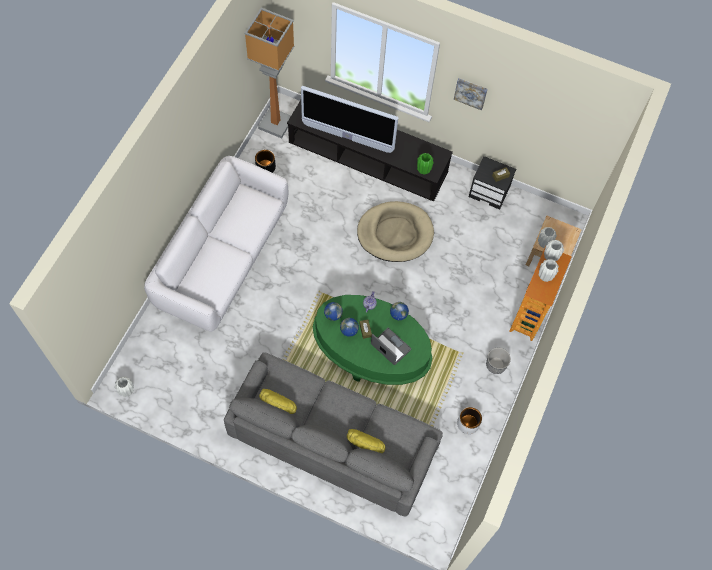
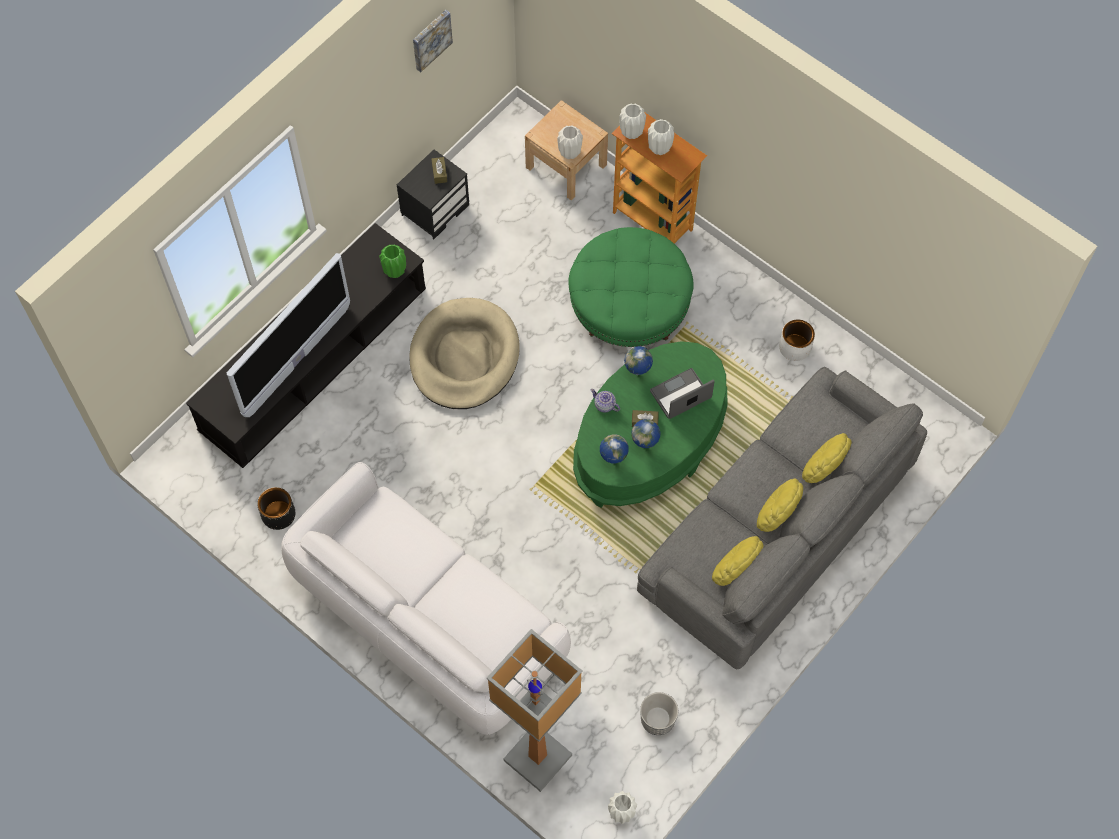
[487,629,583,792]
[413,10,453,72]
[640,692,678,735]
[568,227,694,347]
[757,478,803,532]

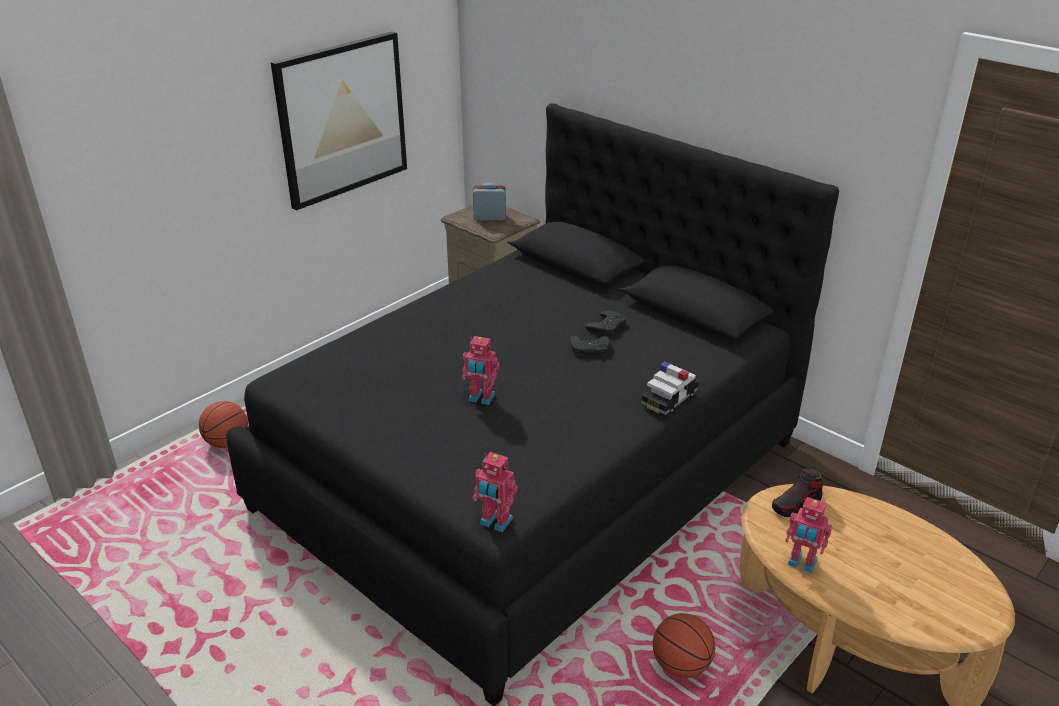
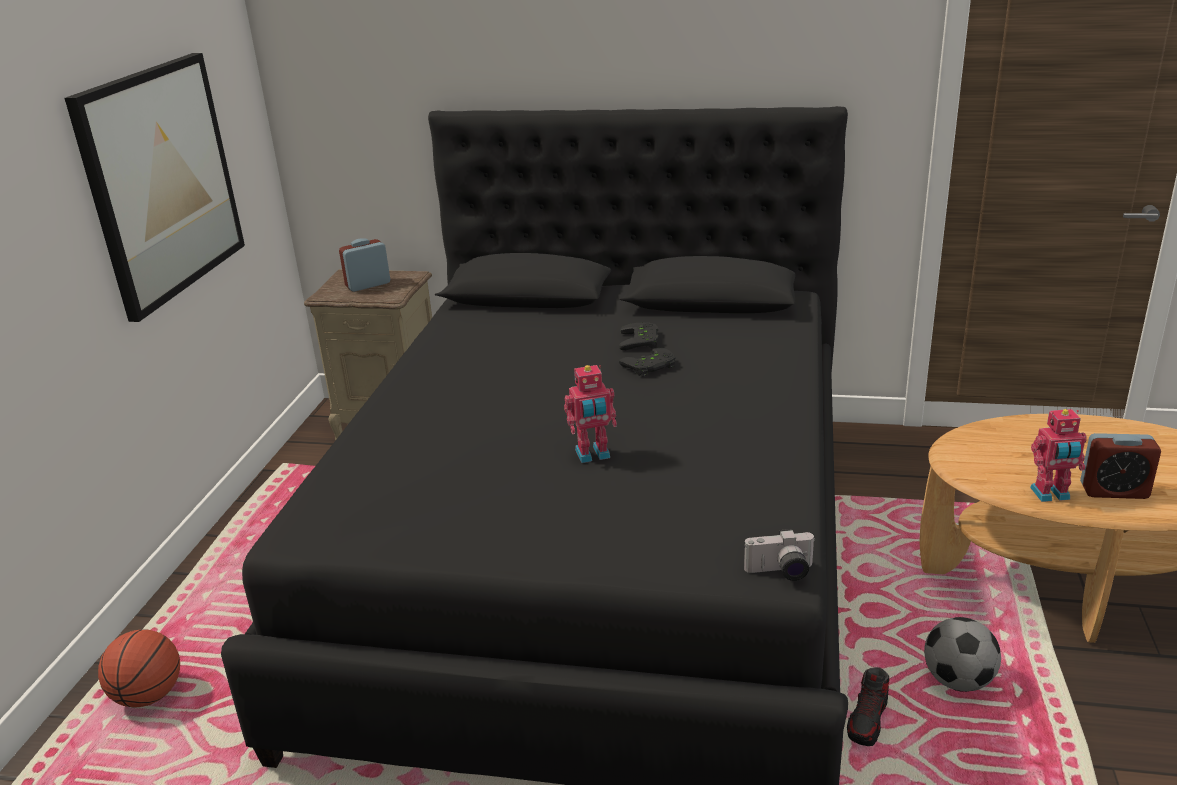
[642,362,699,415] (first image)
[744,529,816,581]
[847,667,889,746]
[924,617,1001,692]
[1080,433,1161,499]

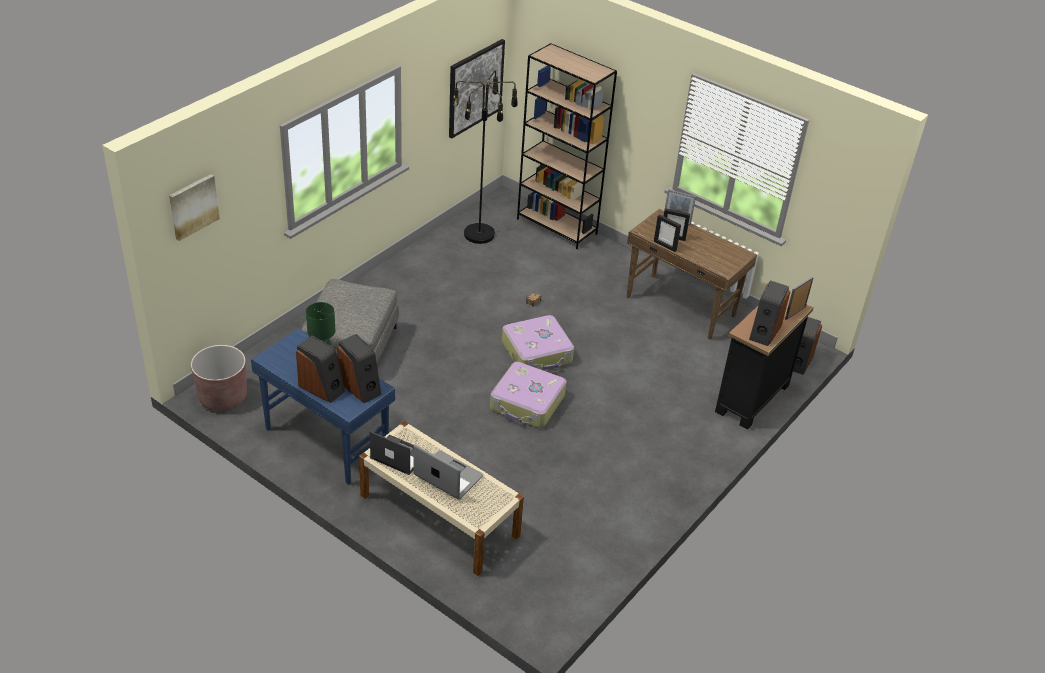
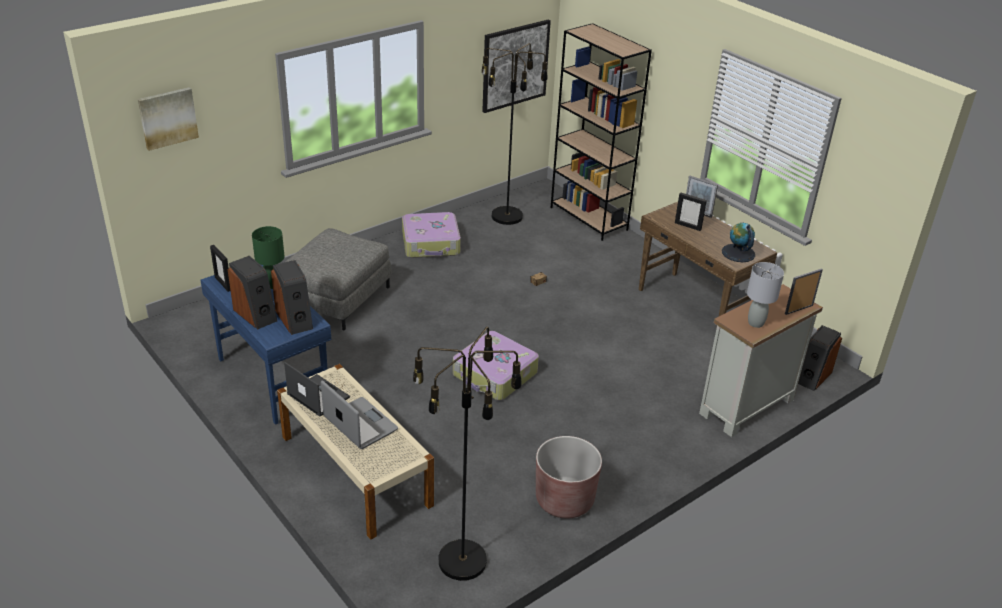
[210,245,231,292]
[747,262,784,328]
[699,284,823,437]
[402,212,461,258]
[536,436,602,518]
[722,223,755,262]
[413,326,521,581]

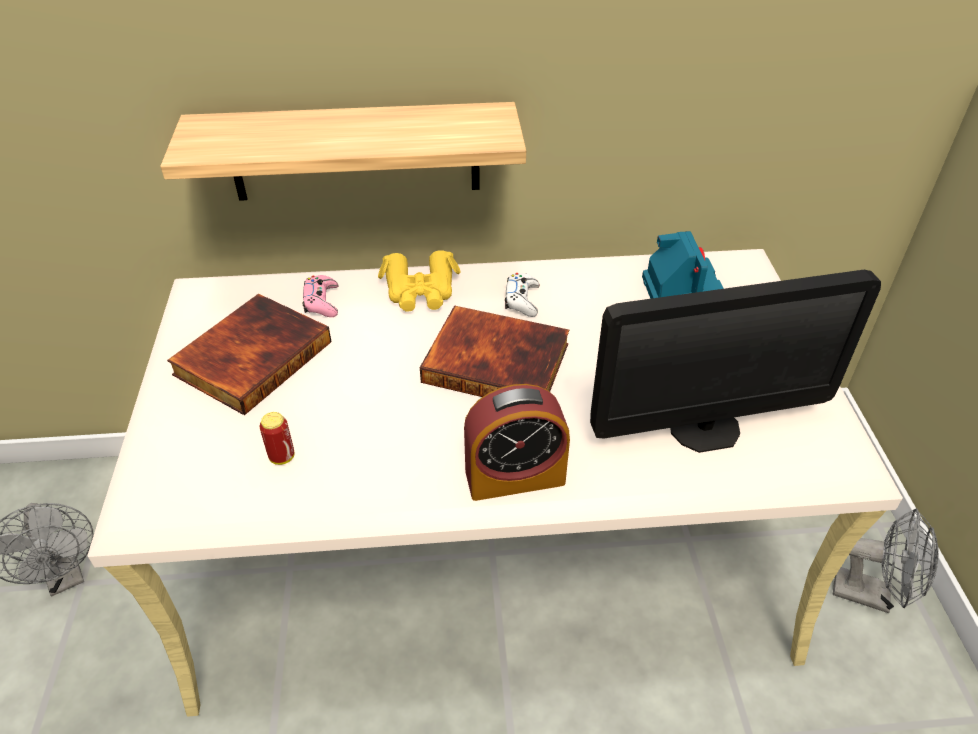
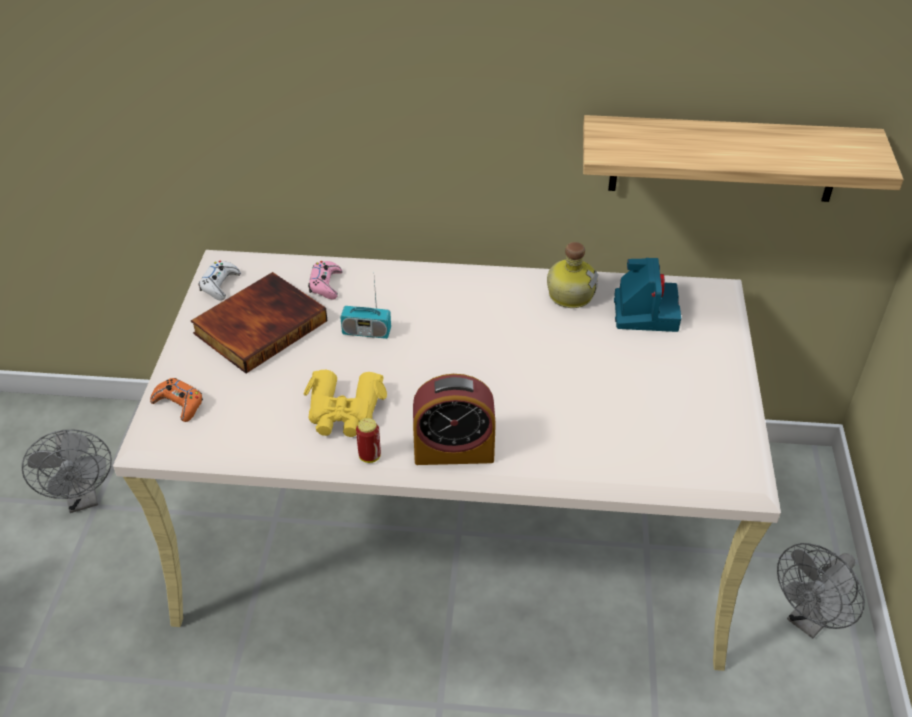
[583,115,904,202]
[304,370,387,437]
[590,270,881,453] (first image)
[198,261,241,301]
[420,305,569,397] (first image)
[356,418,381,463]
[777,543,865,638]
[547,242,598,308]
[340,280,391,339]
[150,378,203,422]

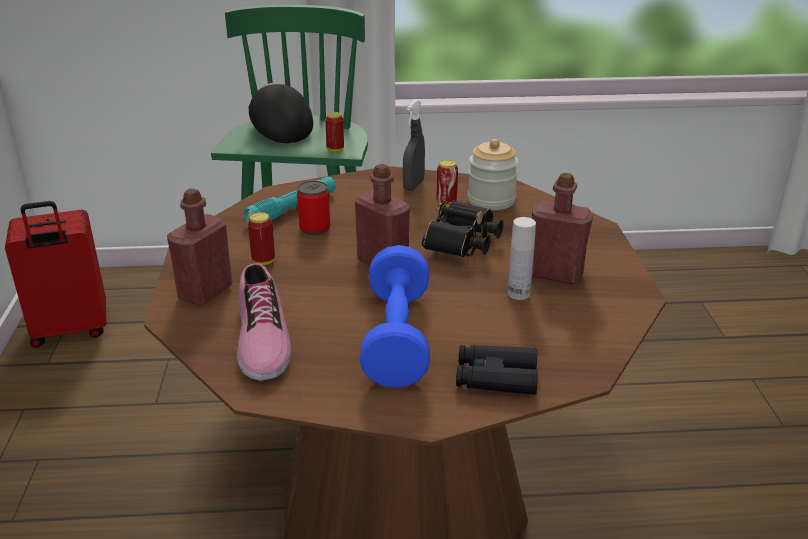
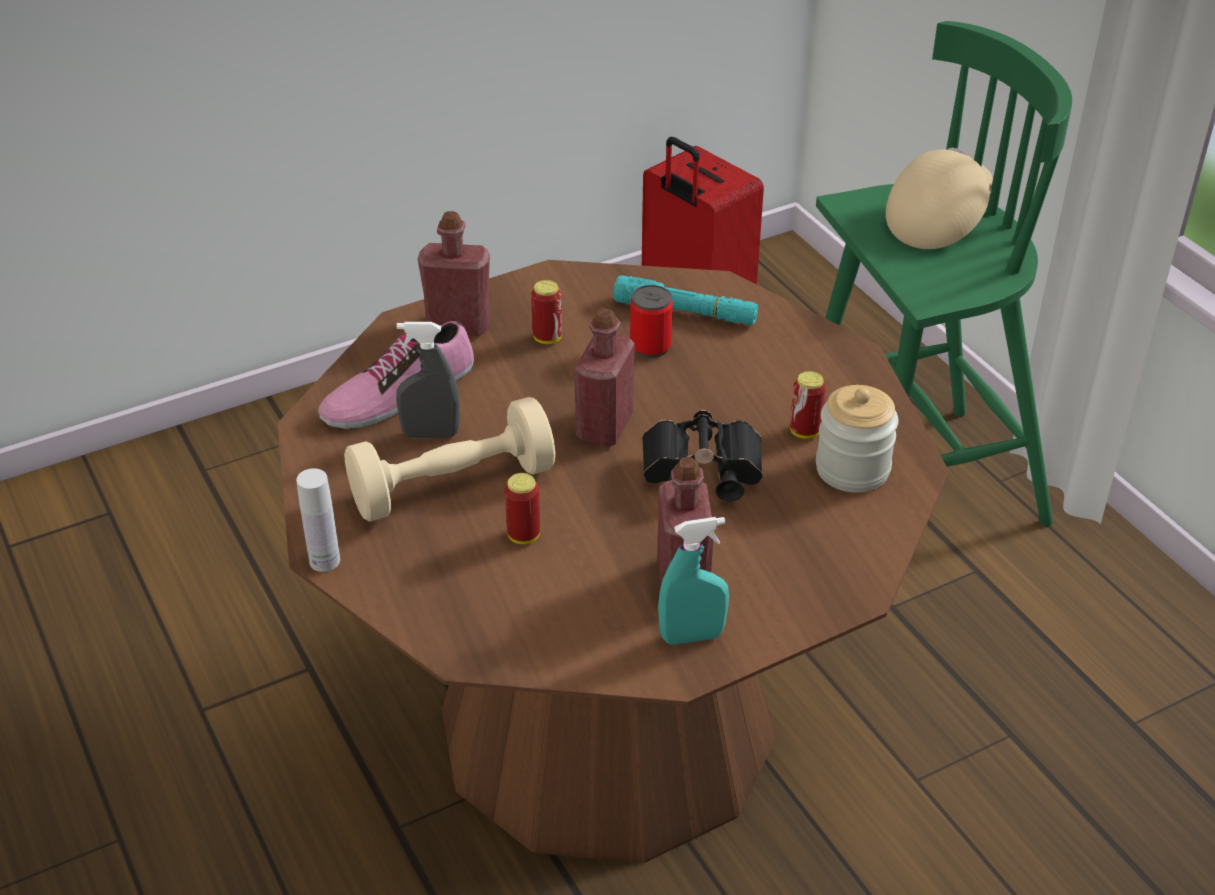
[886,147,993,249]
[396,322,460,438]
[505,473,540,544]
[296,468,340,572]
[344,397,556,522]
[456,345,538,395] (first image)
[658,517,729,645]

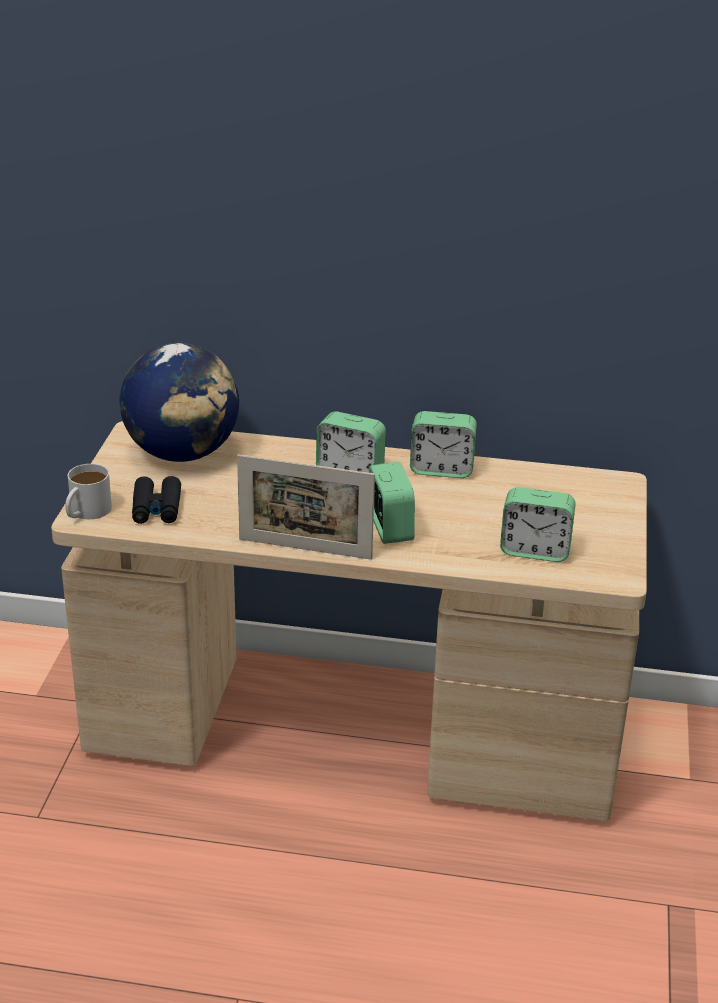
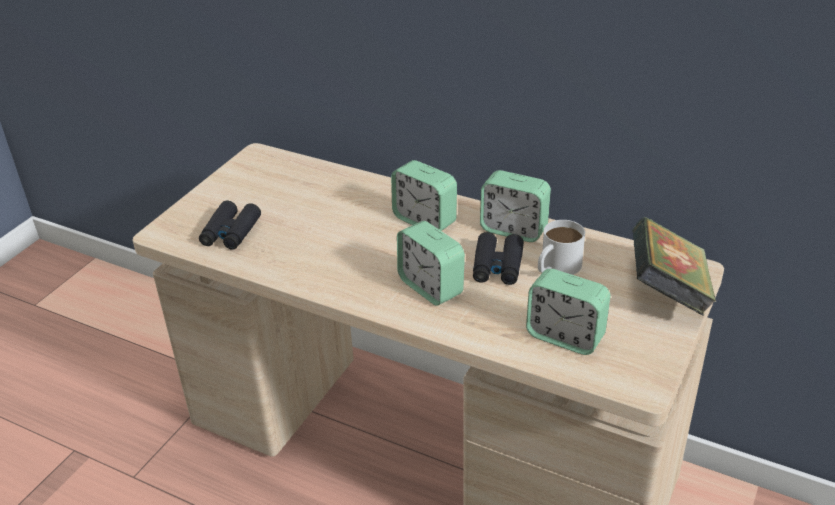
[120,343,239,462] (first image)
[237,454,375,560] (first image)
[397,221,465,306]
[538,220,585,275]
[632,217,717,316]
[473,232,524,285]

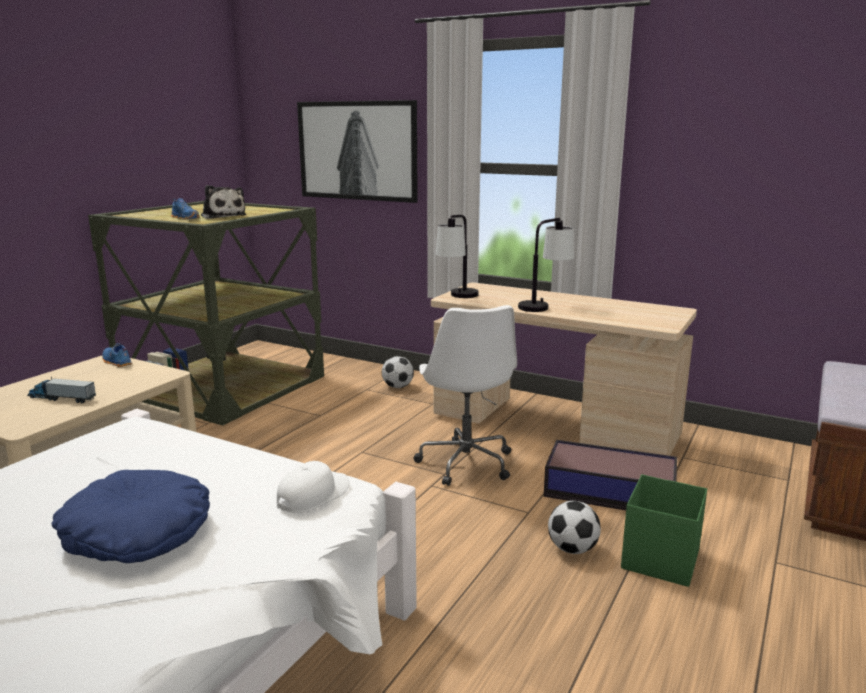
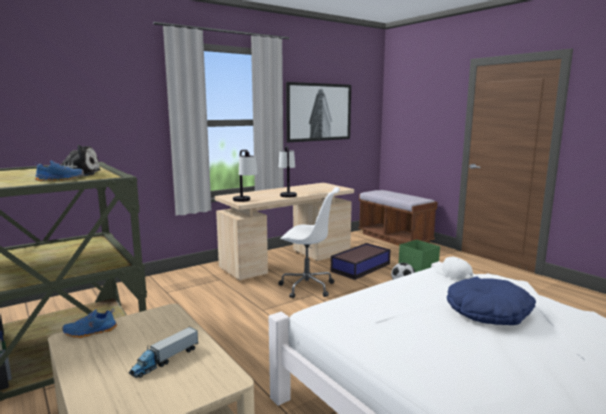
[286,82,351,142]
[382,356,414,388] (first image)

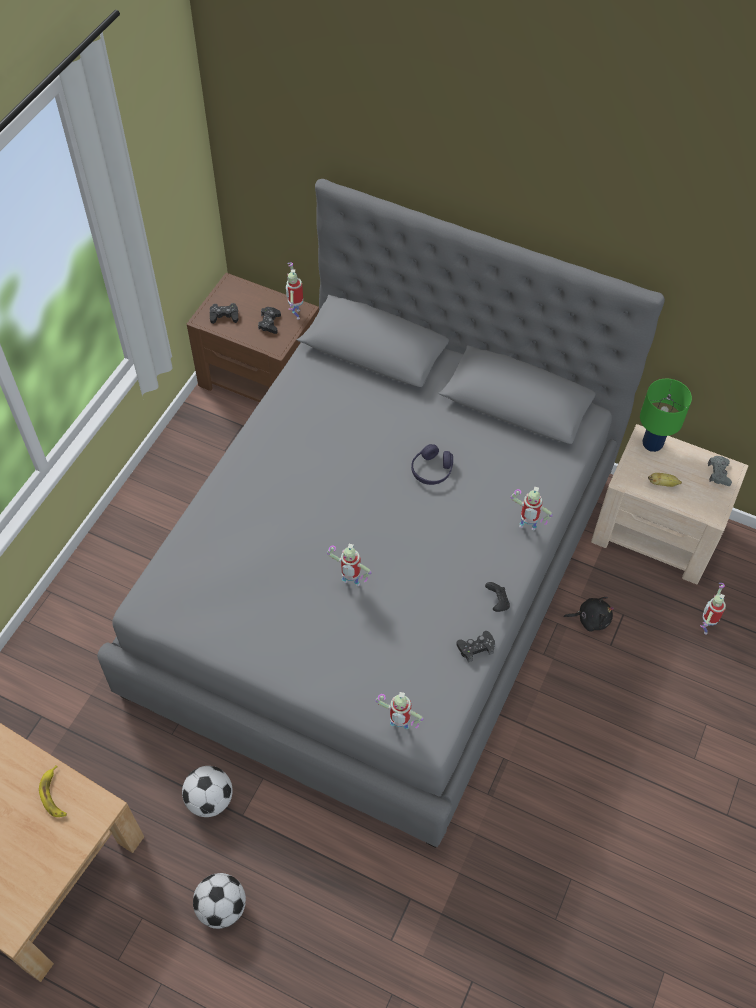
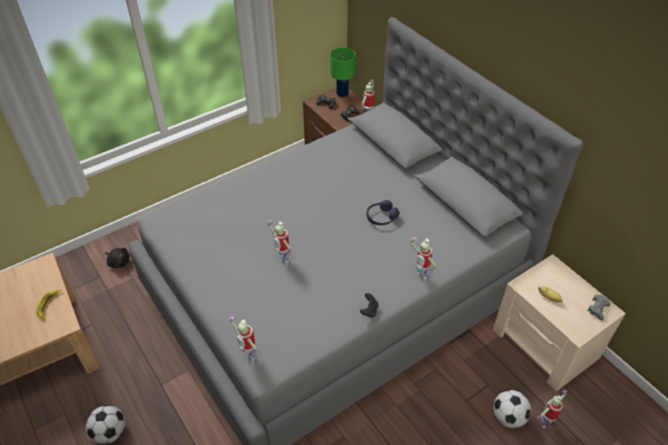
[330,48,356,97]
[105,248,130,268]
[456,631,495,662] (first image)
[493,390,531,428]

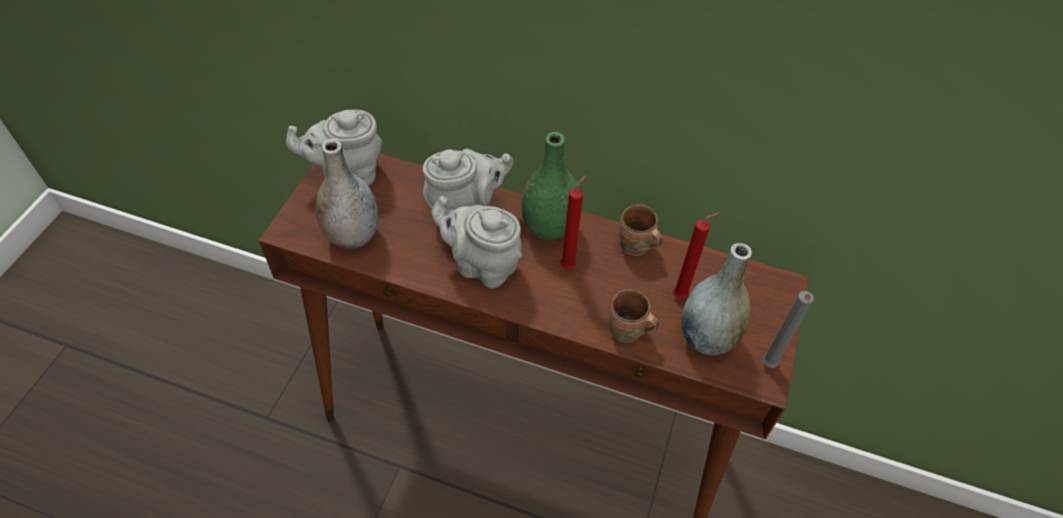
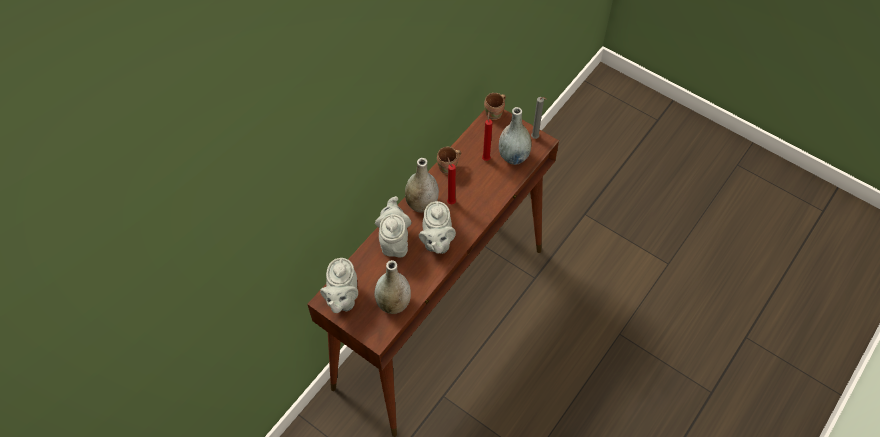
[405,158,439,213]
[419,201,456,254]
[484,93,506,120]

